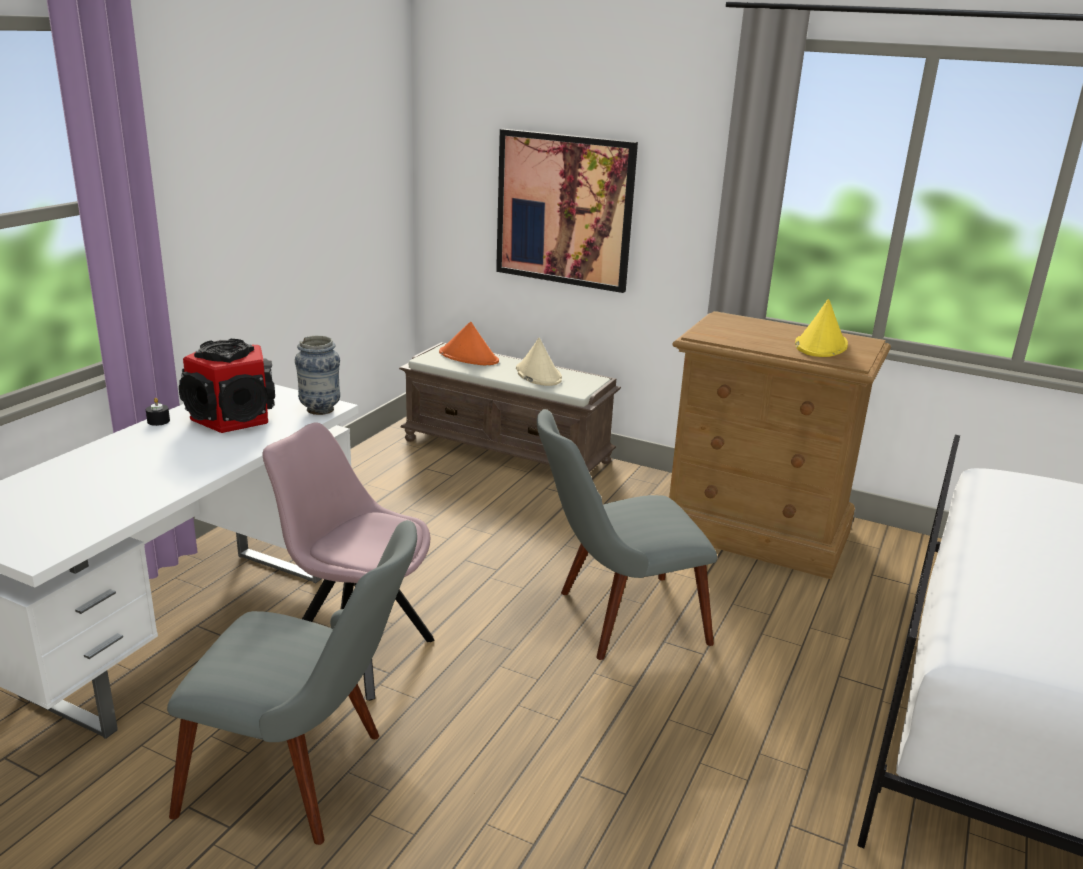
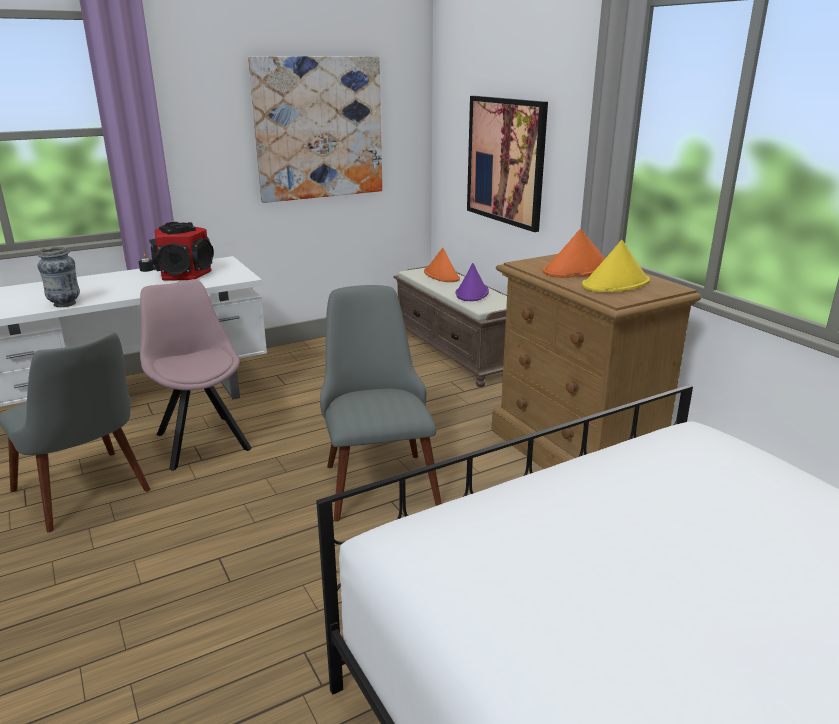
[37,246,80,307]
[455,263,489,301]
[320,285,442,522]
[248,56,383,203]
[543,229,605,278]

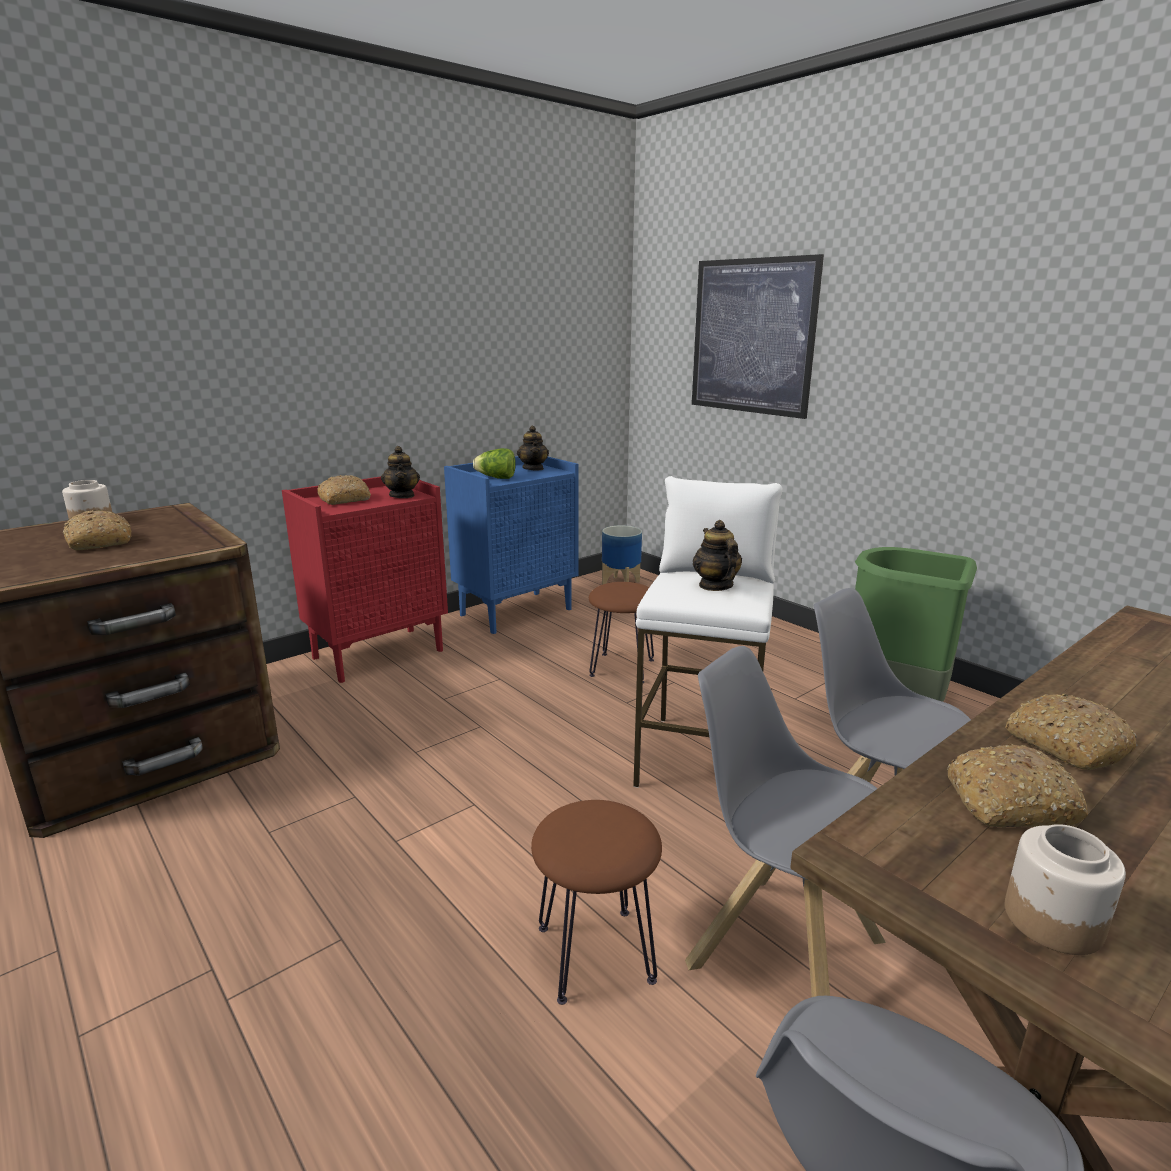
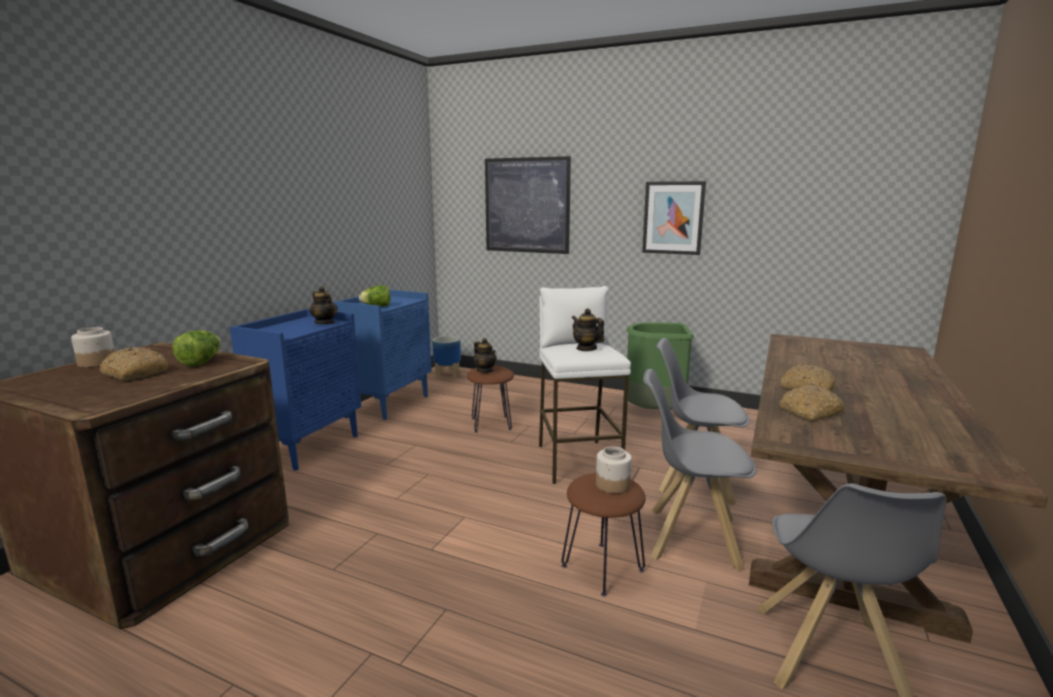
[473,338,497,373]
[317,475,371,505] (first image)
[230,309,361,470]
[596,446,632,494]
[642,181,706,255]
[172,330,220,367]

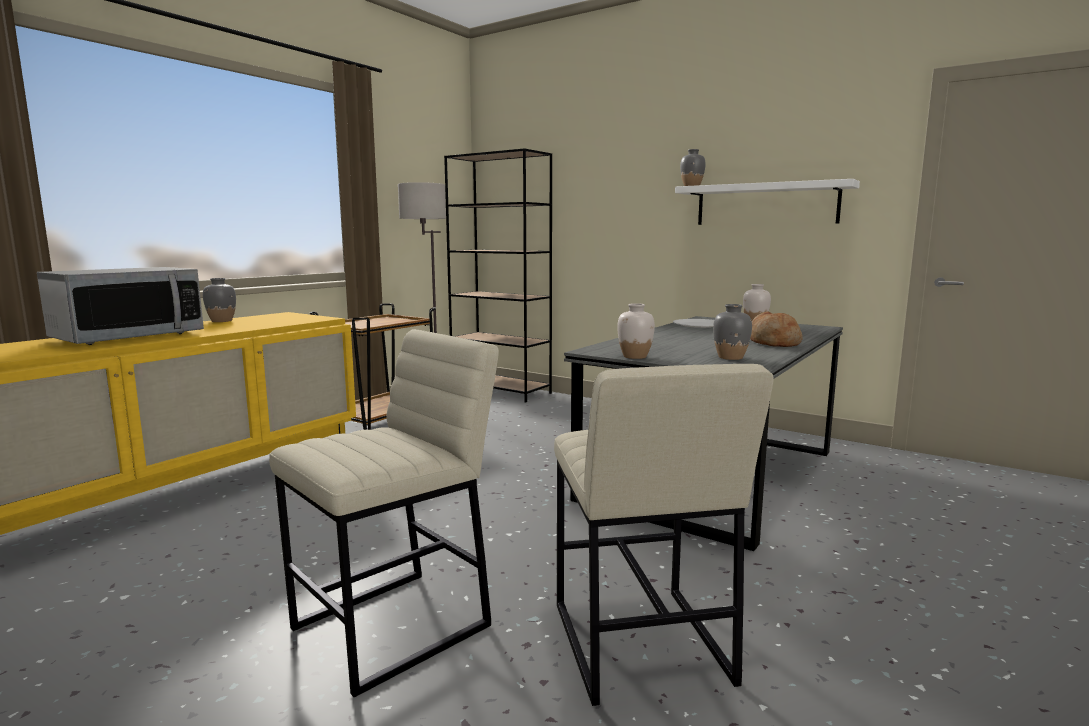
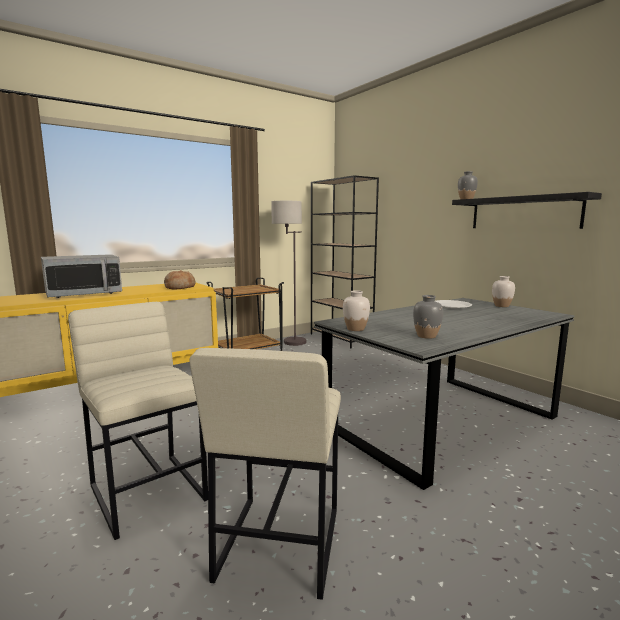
[452,192,602,229]
[203,278,236,322] (first image)
[164,270,196,290]
[68,302,208,540]

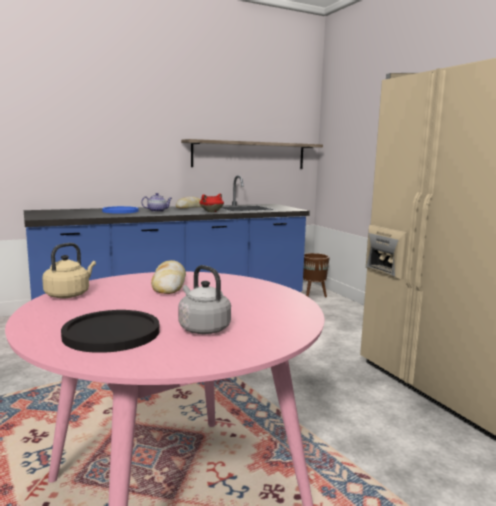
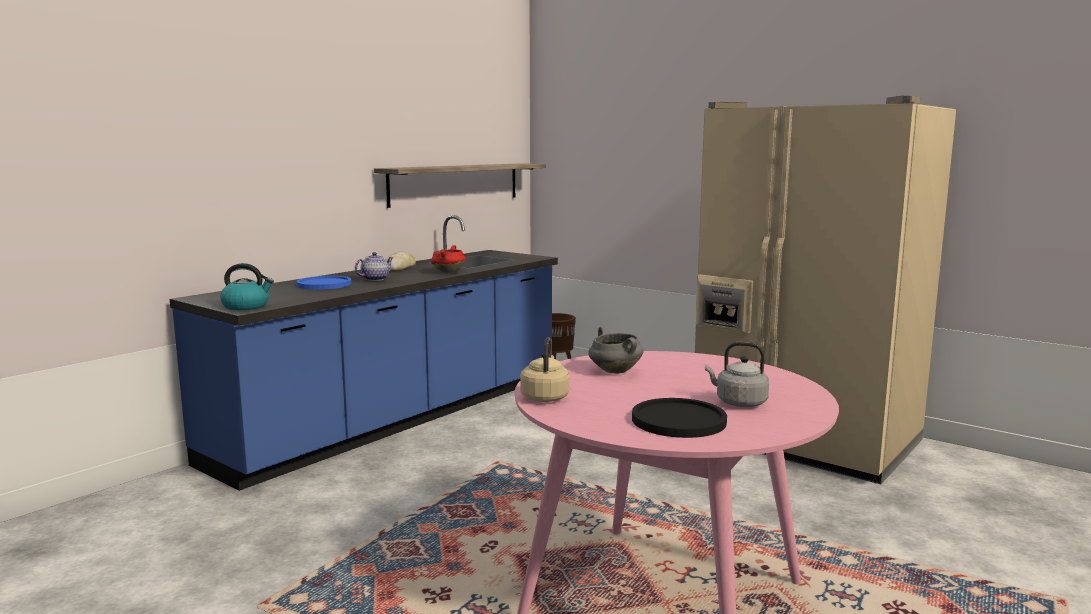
[588,326,644,374]
[220,263,274,310]

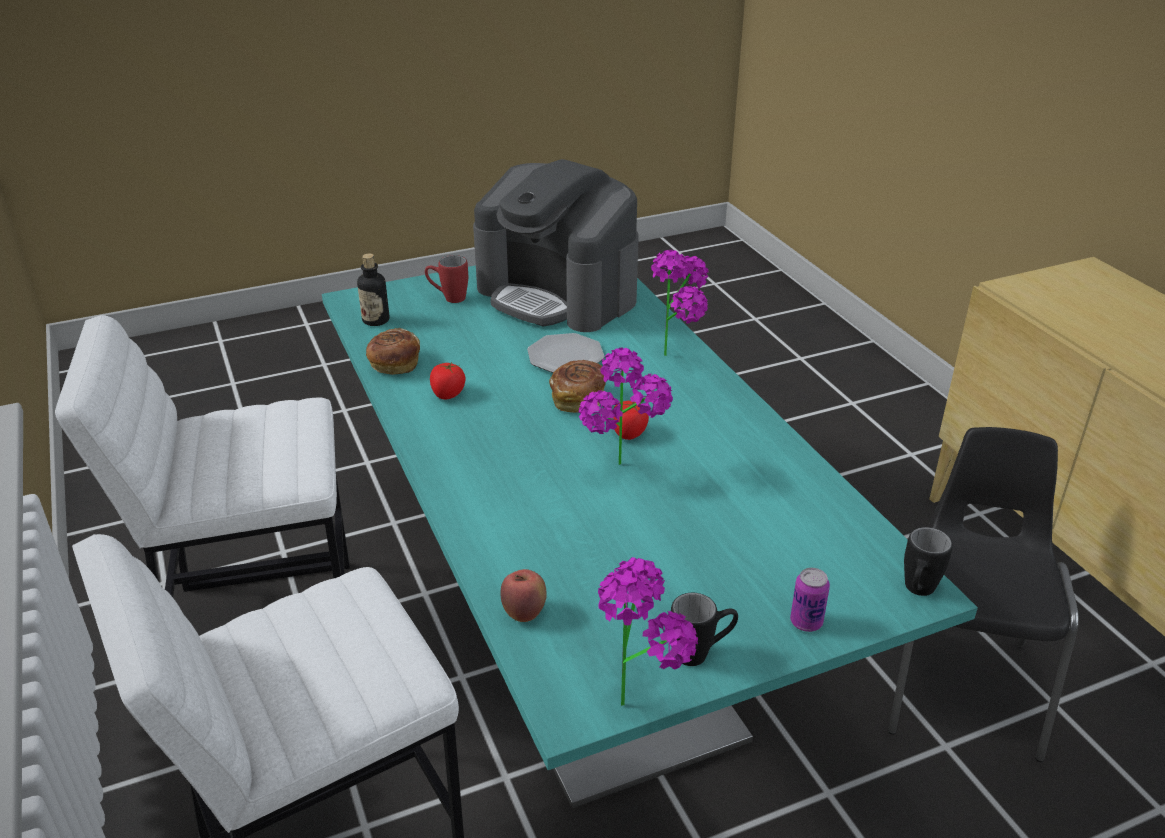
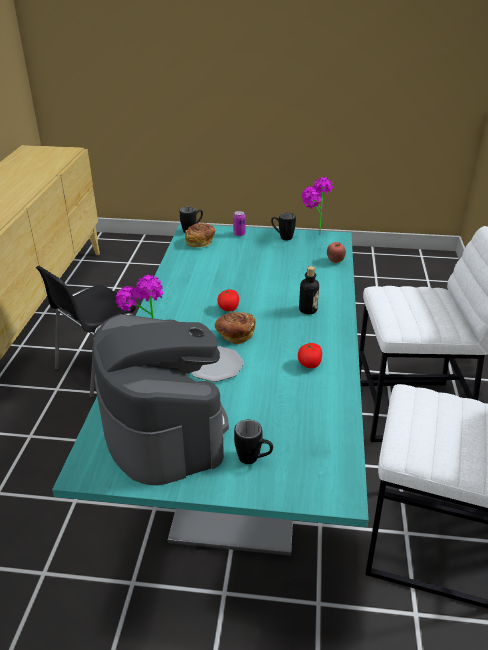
[299,266,319,314]
[234,420,273,464]
[185,223,215,247]
[579,348,673,465] (first image)

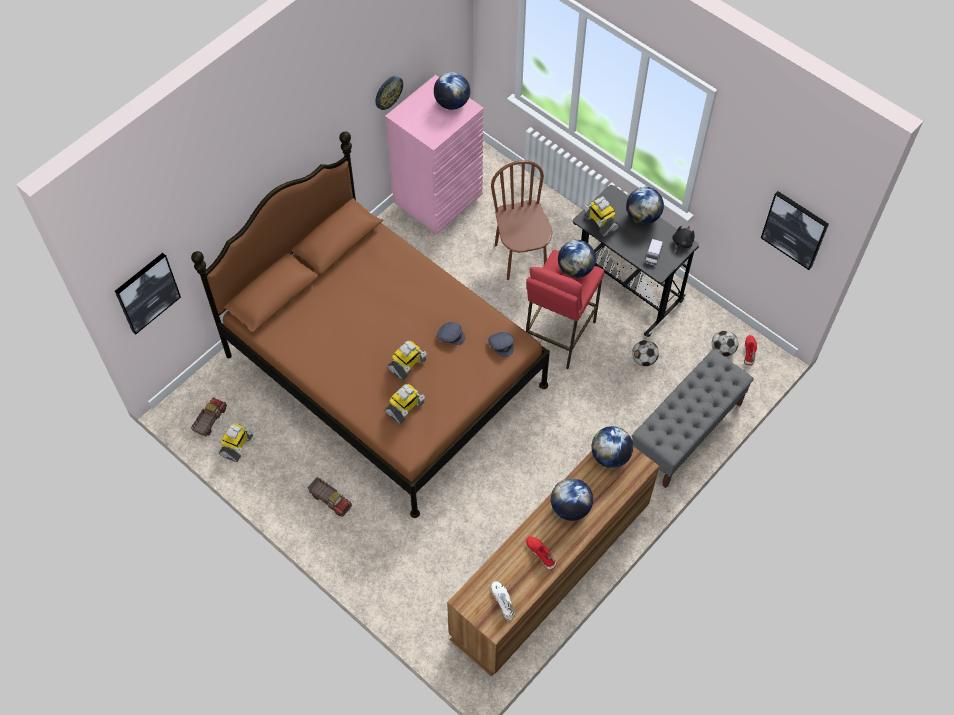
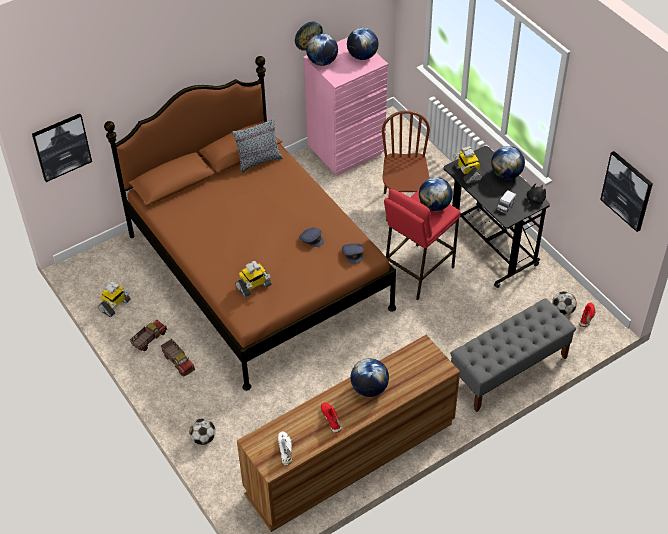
[189,418,216,445]
[387,341,427,381] (first image)
[130,320,167,351]
[306,33,338,66]
[232,118,283,173]

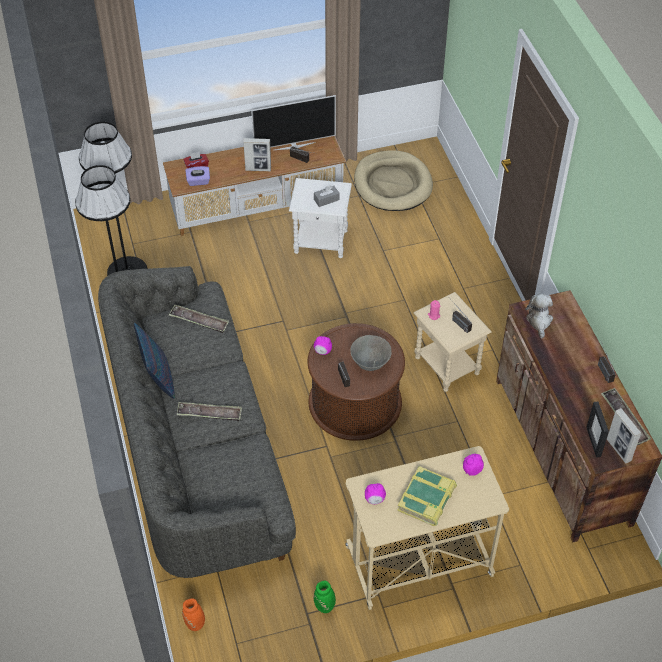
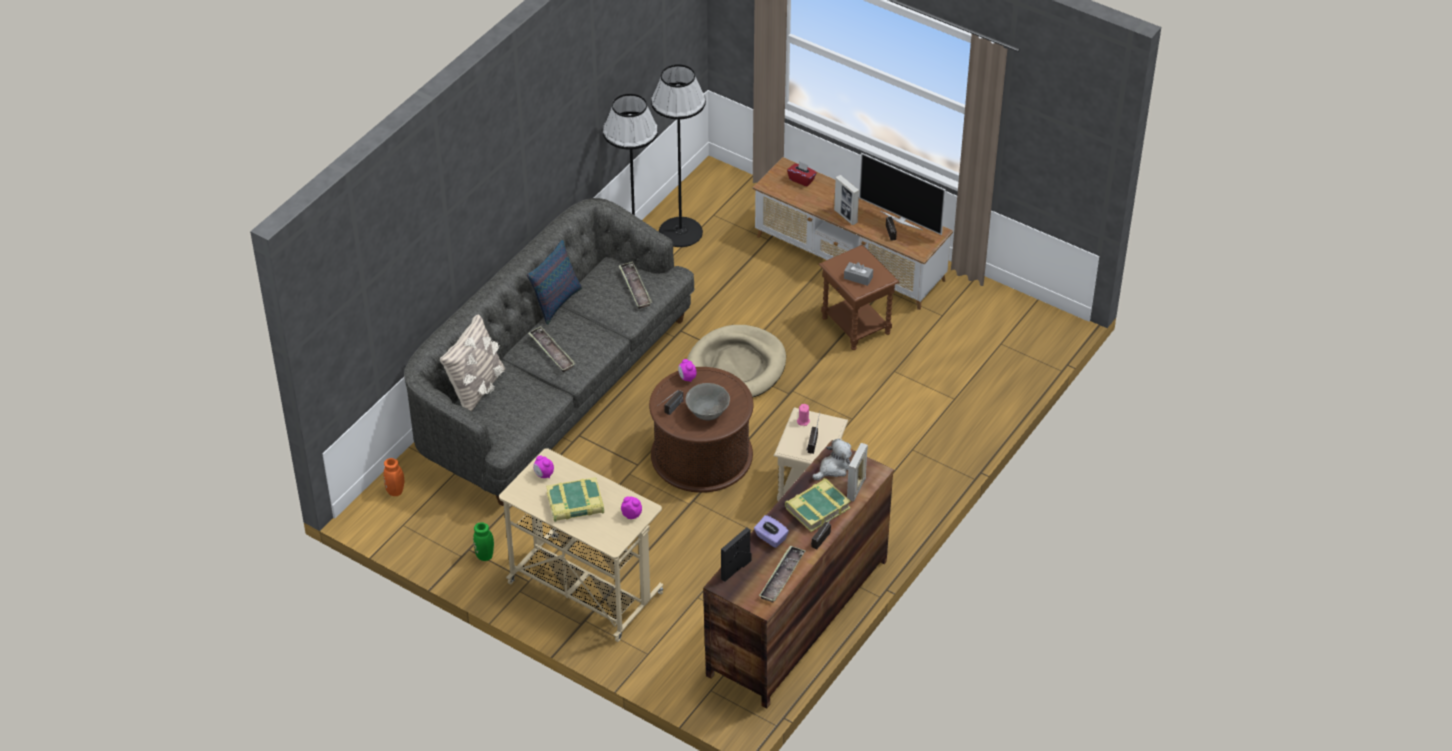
[687,325,786,397]
[754,515,789,548]
[818,245,900,350]
[847,443,868,502]
[440,315,505,412]
[785,478,851,532]

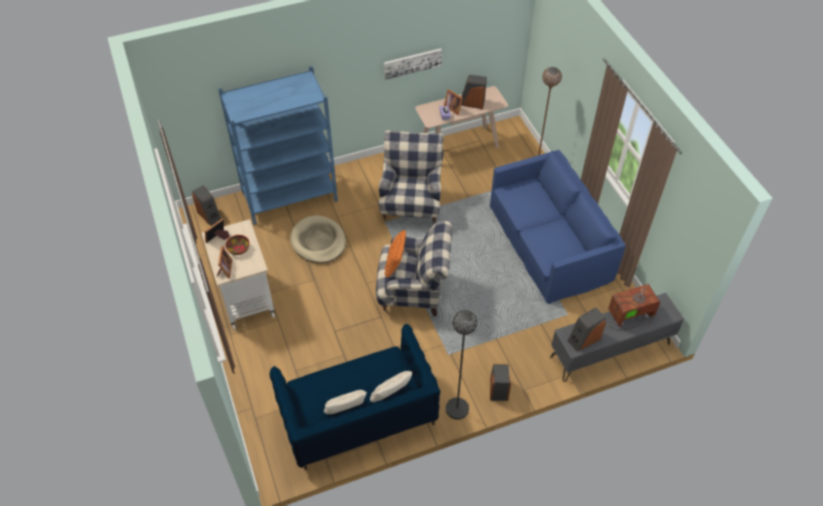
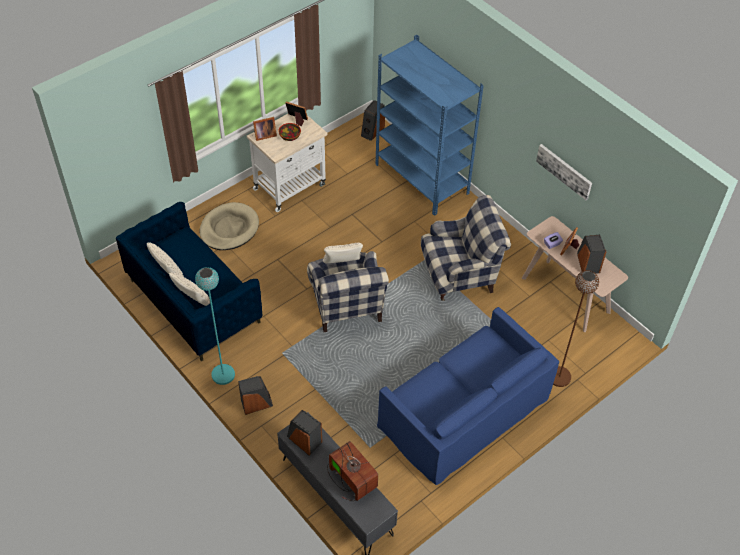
[200,202,259,250]
[323,242,363,263]
[195,267,235,385]

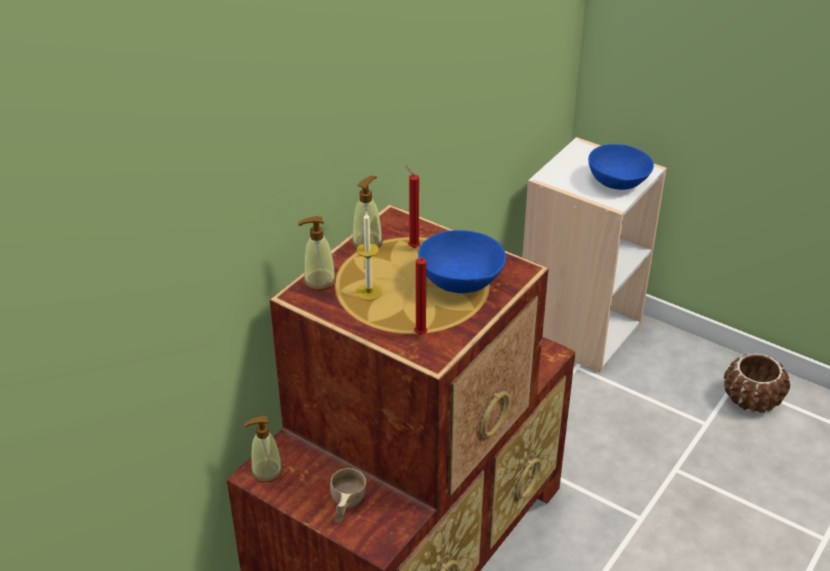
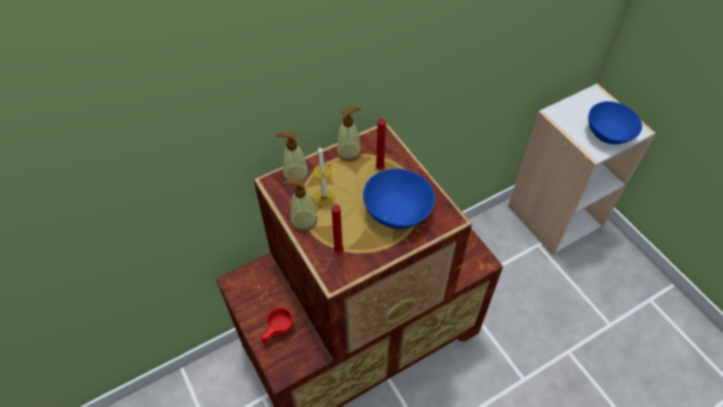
[724,353,790,413] (first image)
[284,179,317,232]
[261,307,293,344]

